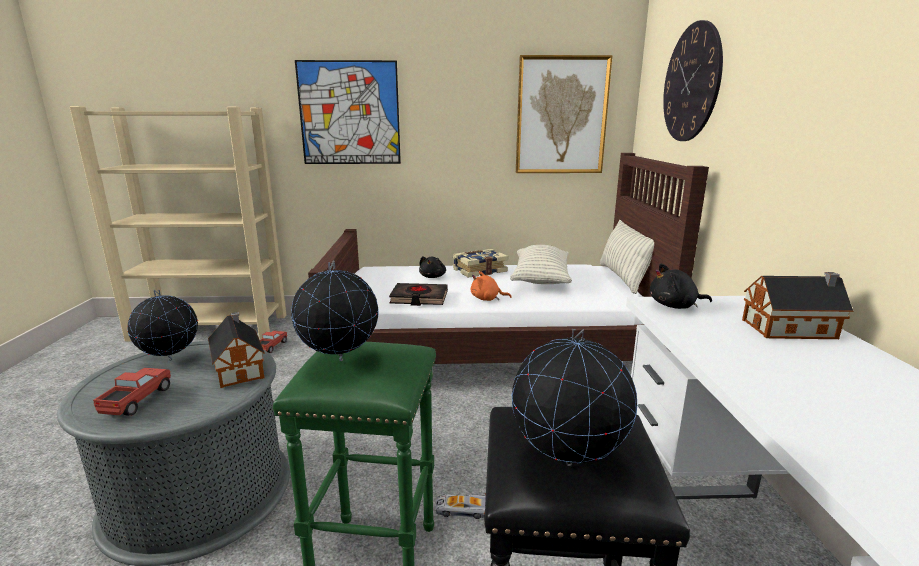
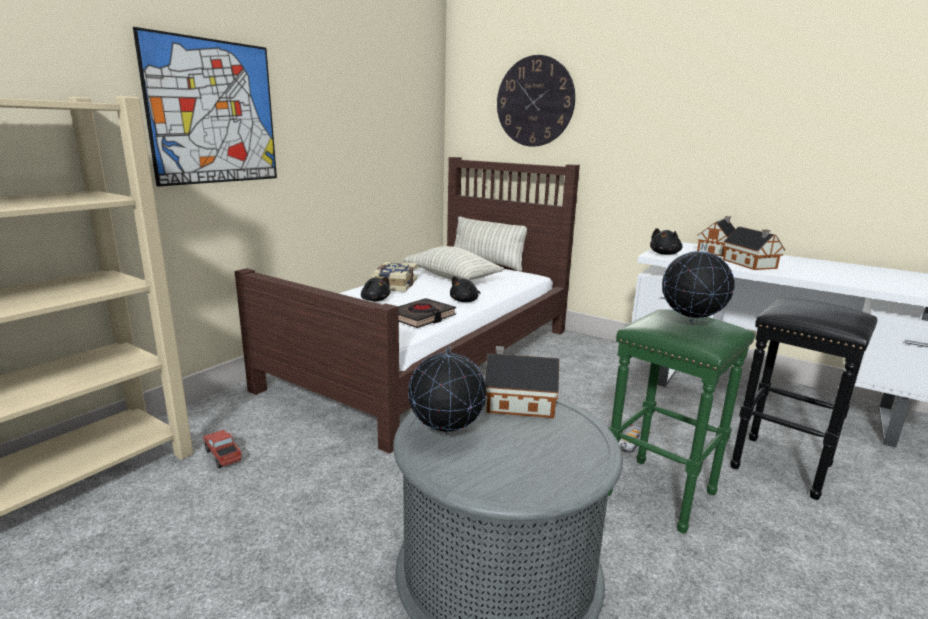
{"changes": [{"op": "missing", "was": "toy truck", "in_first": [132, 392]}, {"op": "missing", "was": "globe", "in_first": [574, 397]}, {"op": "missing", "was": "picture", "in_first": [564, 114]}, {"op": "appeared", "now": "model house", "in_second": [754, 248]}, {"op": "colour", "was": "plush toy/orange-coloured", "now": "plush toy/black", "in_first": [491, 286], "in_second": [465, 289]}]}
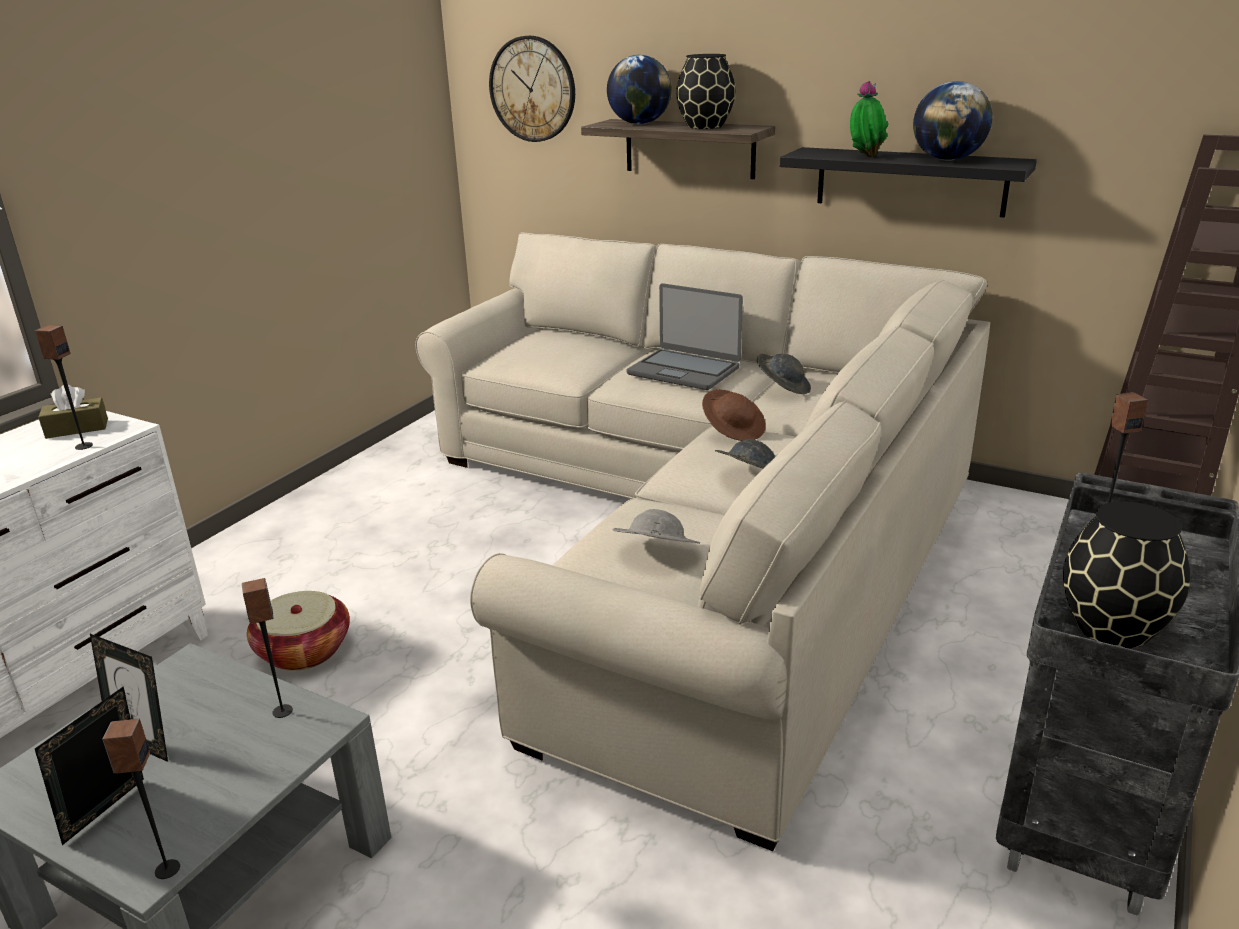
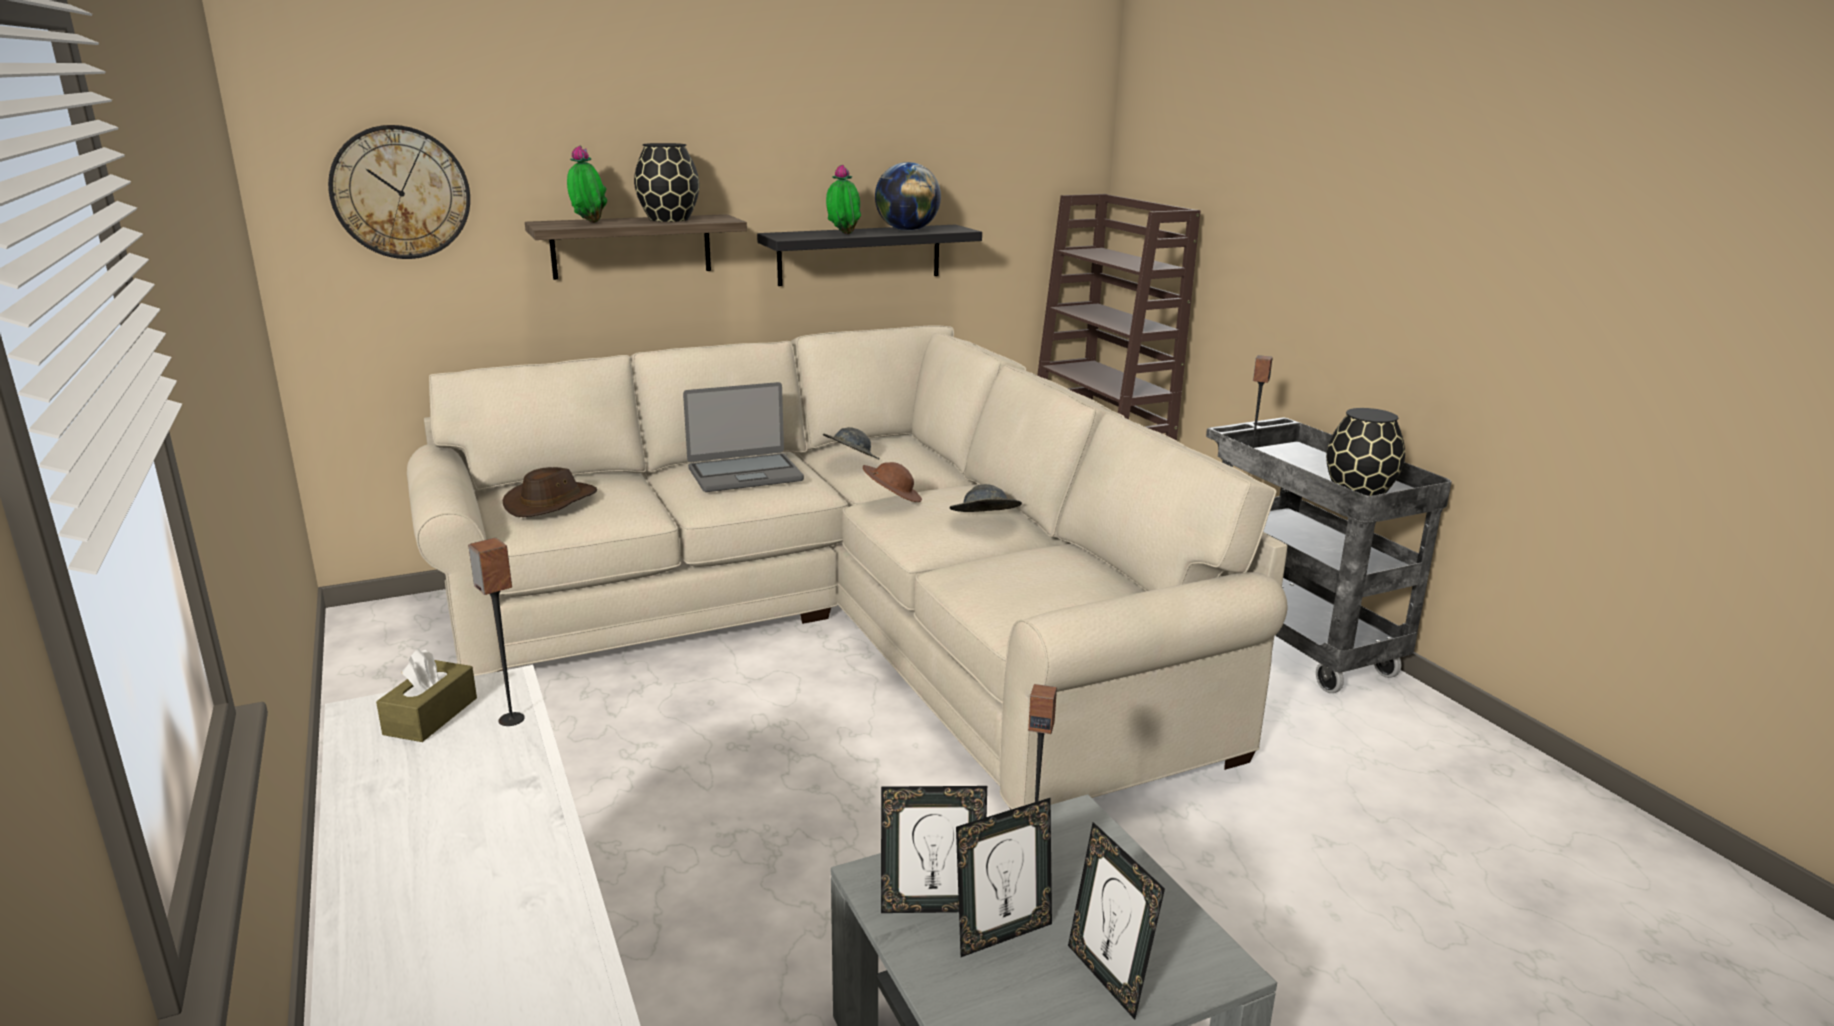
{"changes": [{"op": "missing", "was": "speaker", "in_first": [141, 799]}, {"op": "missing", "was": "household basket", "in_first": [298, 631]}, {"op": "missing", "was": "hat/greyish", "in_first": [656, 526]}, {"op": "appeared", "now": "hat/brown", "in_second": [549, 492]}, {"op": "appeared", "now": "picture frame", "in_second": [934, 849]}, {"op": "exchanged", "was": "globe", "now": "houseplant", "in_first": [639, 89], "in_second": [587, 184]}]}
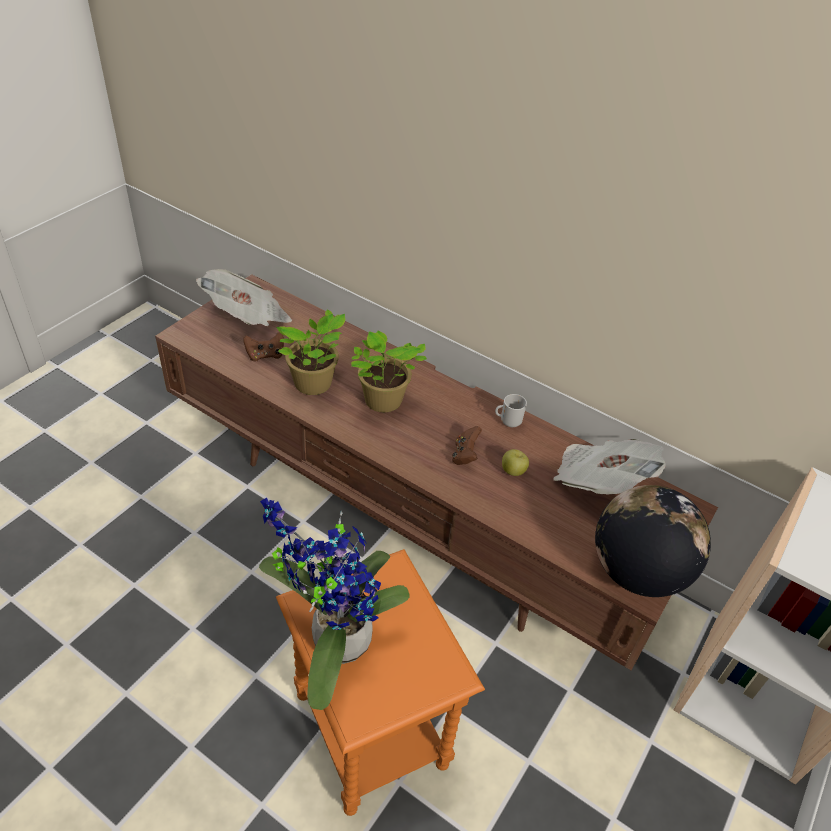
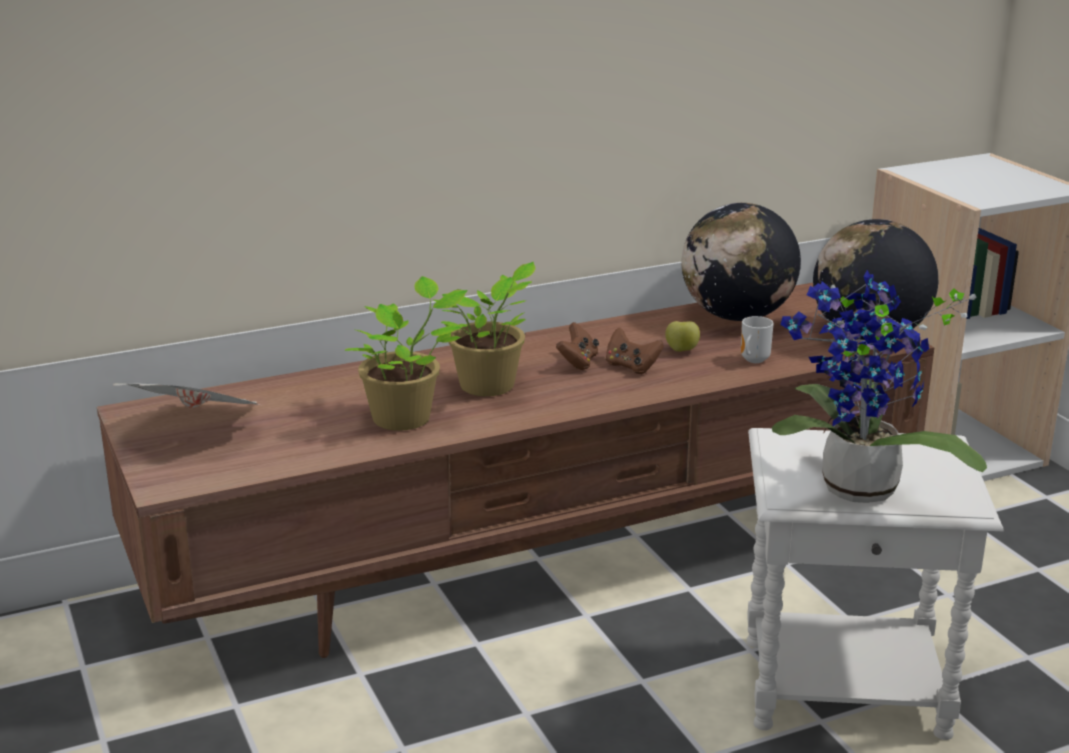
{"changes": [{"op": "relocated", "was": "gamepad/brown", "in_first": [263, 347], "in_second": [577, 346]}, {"op": "relocated", "was": "coffee mug", "in_first": [511, 410], "in_second": [757, 339]}, {"op": "exchanged", "was": "daily paper", "now": "globe", "in_first": [609, 467], "in_second": [741, 262]}, {"op": "colour", "was": "end table/orange-coloured", "now": "end table/whitish", "in_first": [380, 682], "in_second": [875, 584]}]}
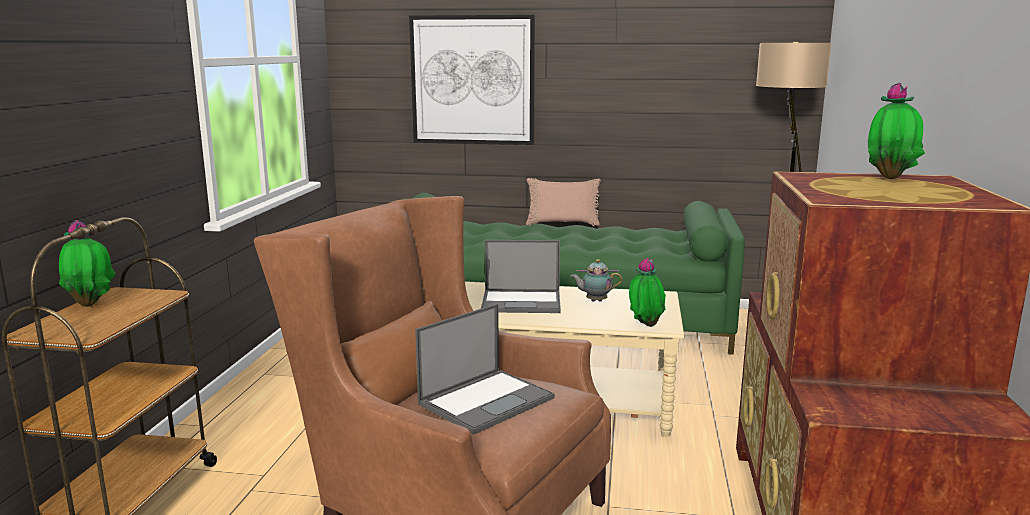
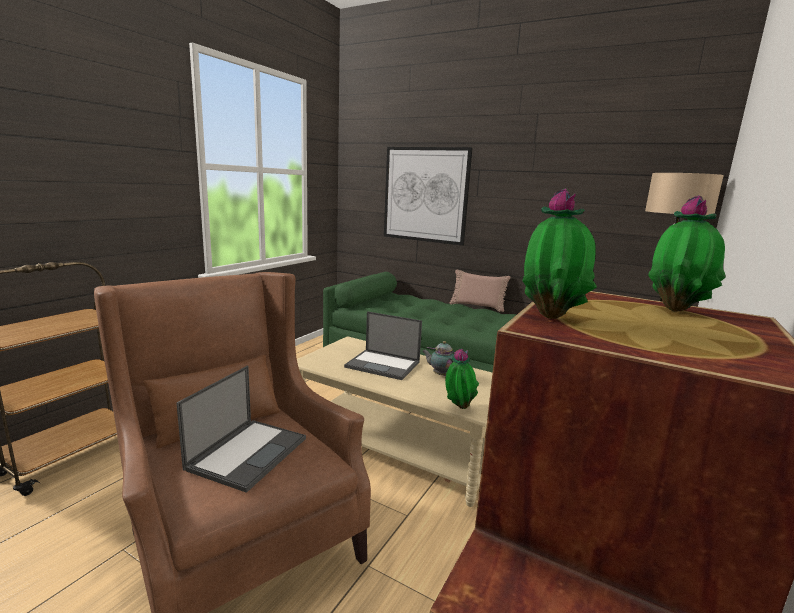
{"changes": [{"op": "relocated", "was": "houseplant", "in_first": [87, 263], "in_second": [560, 253]}, {"op": "spun", "was": "portable computer", "in_first": [484, 369], "in_second": [241, 429], "clockwise": -45}]}
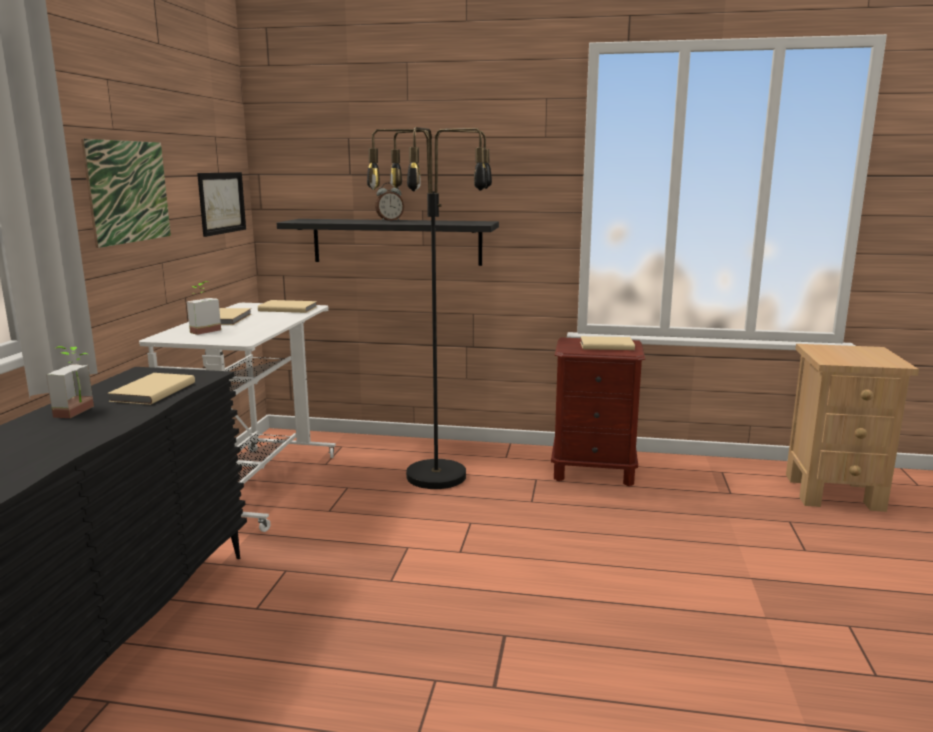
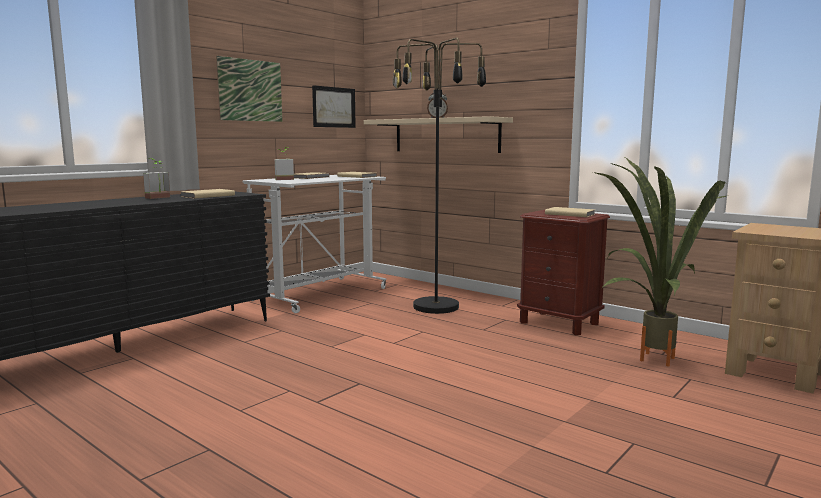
{"changes": [{"op": "appeared", "now": "houseplant", "in_second": [661, 262]}, {"op": "colour", "was": "bracket shelf/black", "now": "bracket shelf/beige", "in_first": [388, 242], "in_second": [438, 134]}]}
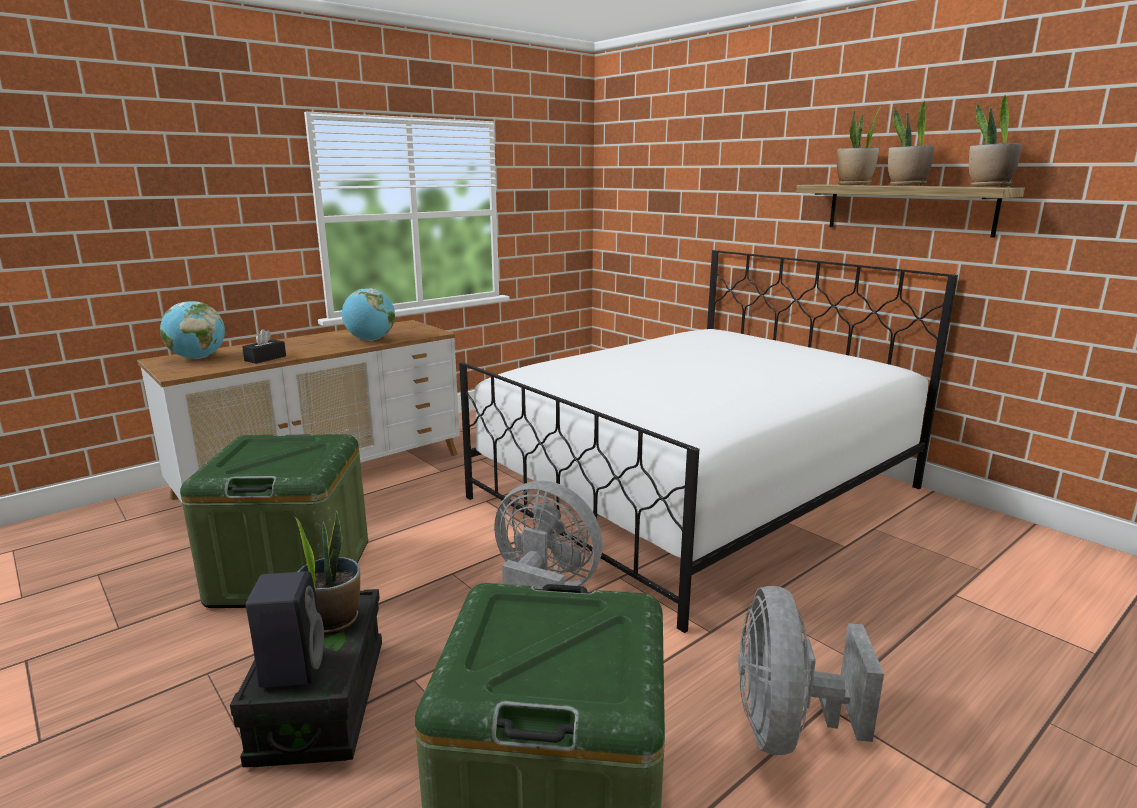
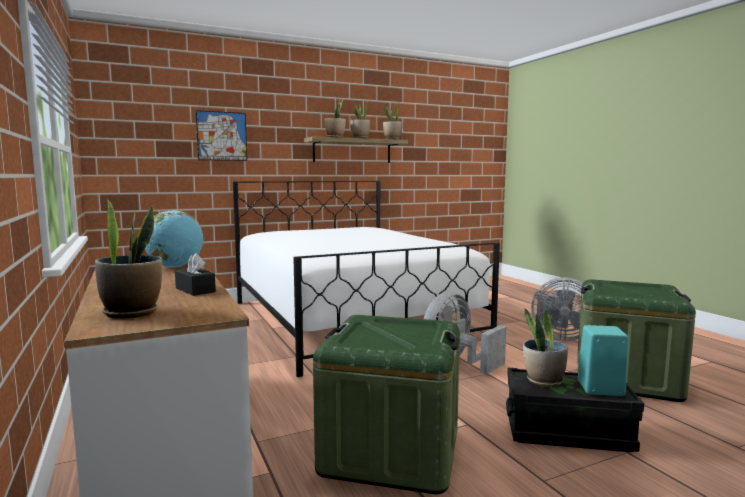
{"changes": [{"op": "appeared", "now": "picture", "in_second": [221, 135]}, {"op": "exchanged", "was": "globe", "now": "houseplant", "in_first": [192, 330], "in_second": [128, 259]}, {"op": "colour", "was": "speaker/black", "now": "speaker/turquoise", "in_first": [285, 629], "in_second": [603, 360]}]}
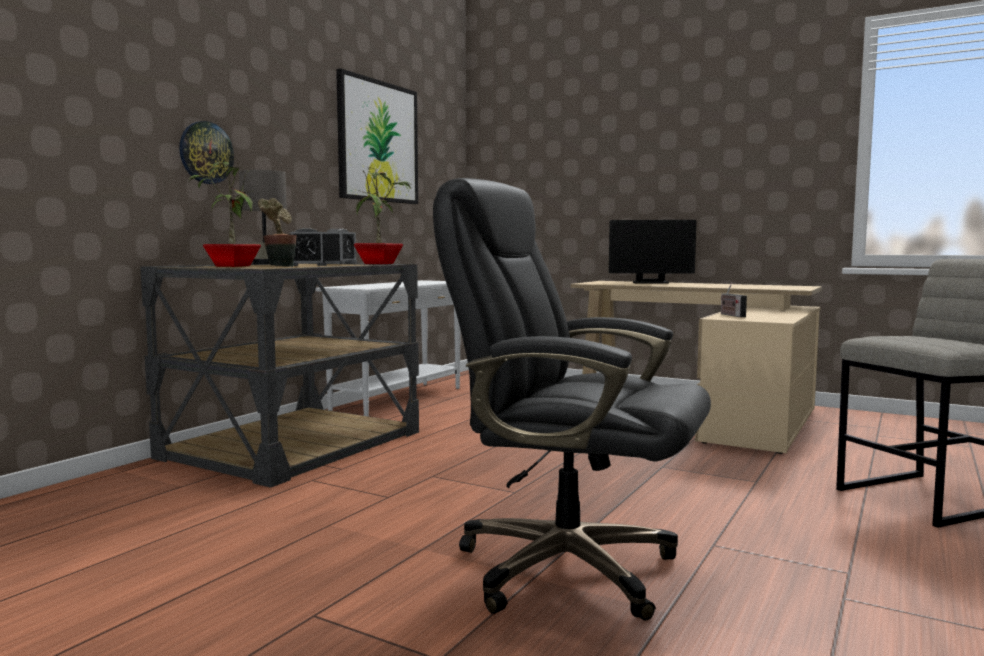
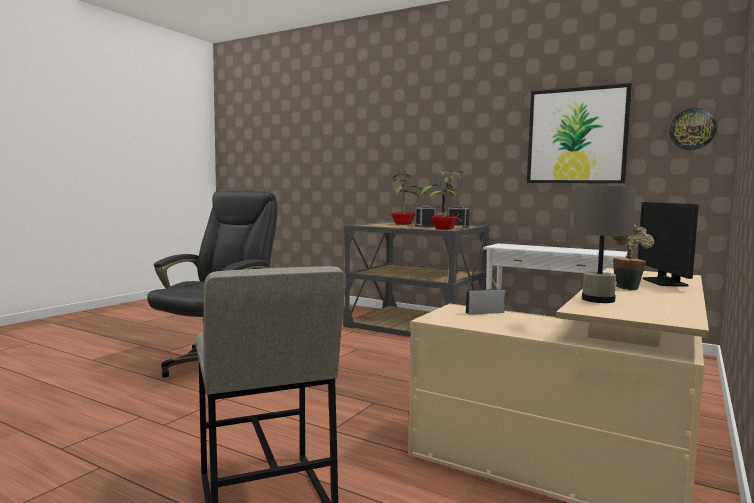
{"changes": [{"op": "appeared", "now": "lamp for a table/greyish", "in_second": [604, 244]}, {"op": "relocated", "was": "wall clock", "in_first": [206, 152], "in_second": [693, 129]}, {"op": "relocated", "was": "houseplant", "in_first": [277, 232], "in_second": [633, 257]}]}
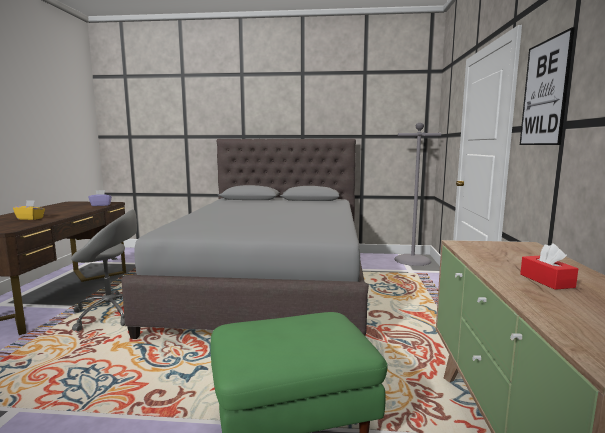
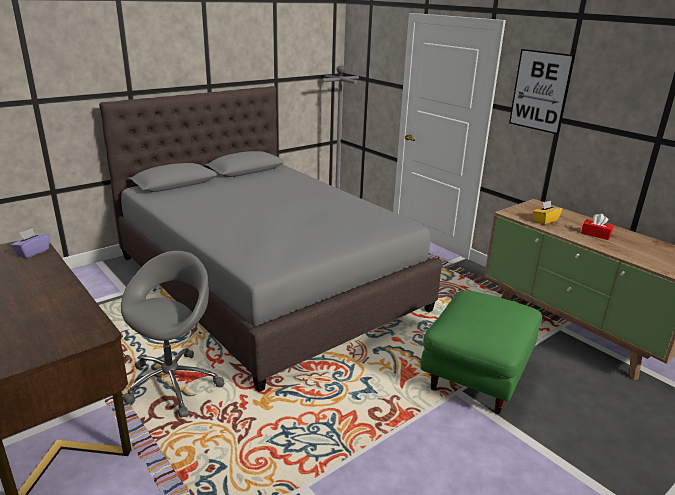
{"changes": [{"op": "relocated", "was": "tissue box/yellowish", "in_first": [29, 210], "in_second": [547, 212]}]}
